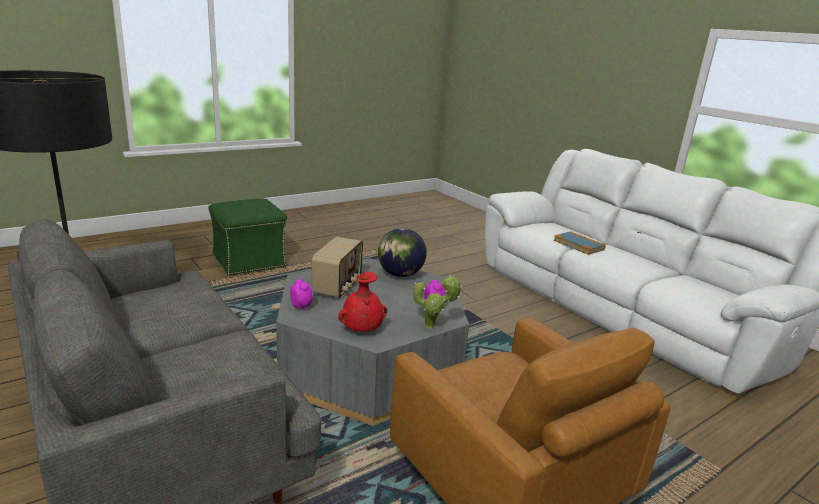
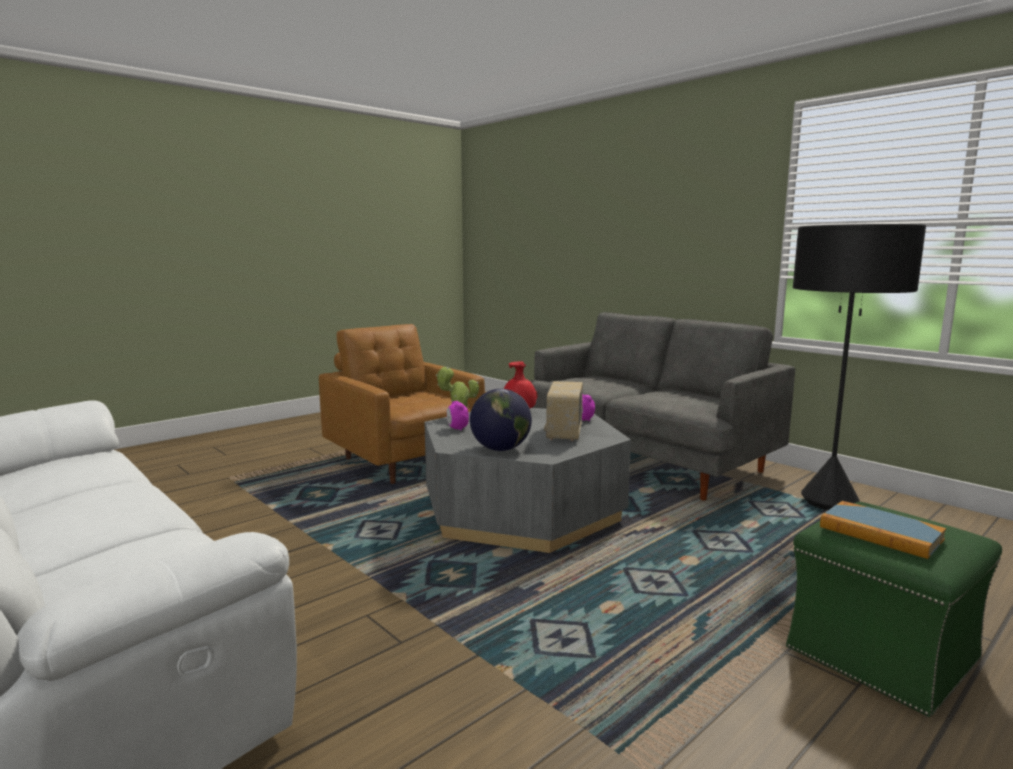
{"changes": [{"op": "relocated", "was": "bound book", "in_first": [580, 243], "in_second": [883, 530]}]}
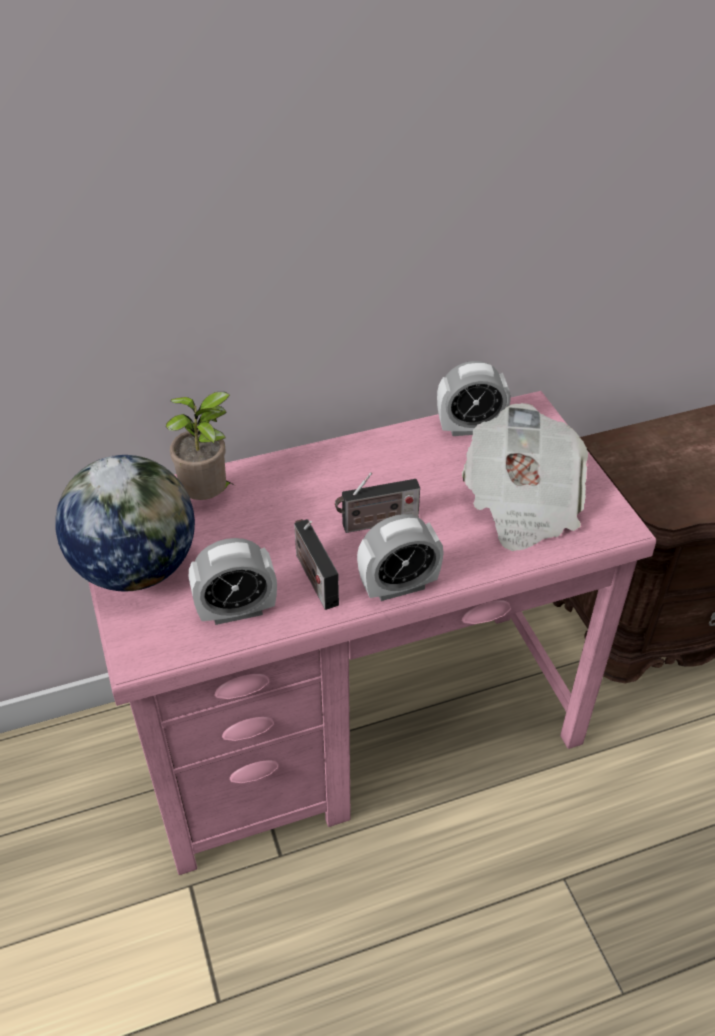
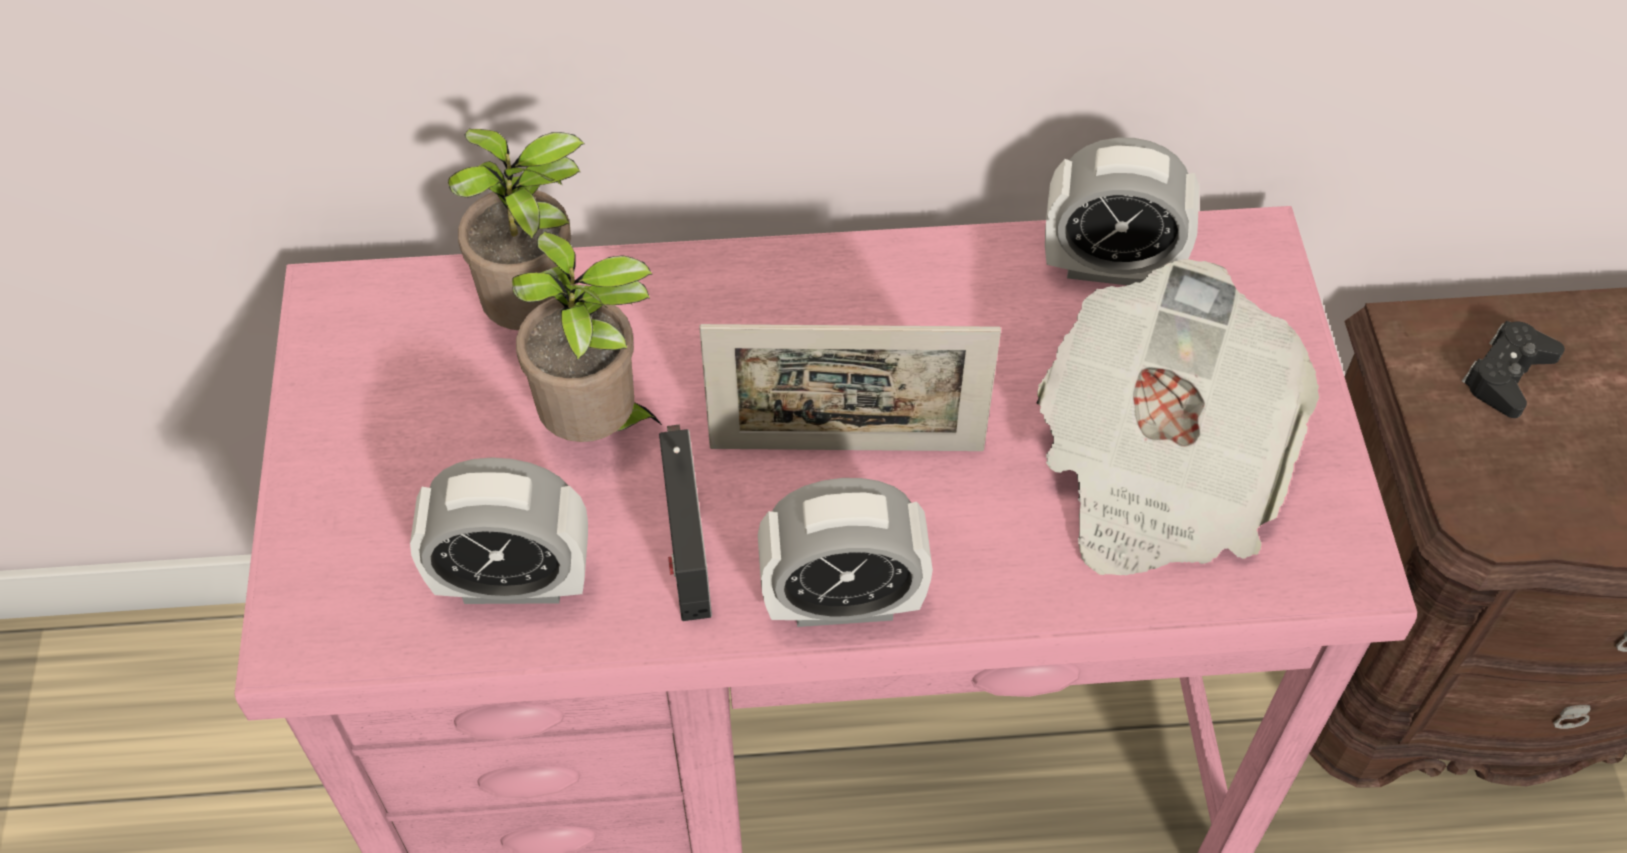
{"changes": [{"op": "missing", "was": "globe", "in_first": [125, 523]}, {"op": "appeared", "now": "houseplant", "in_second": [587, 336]}, {"op": "appeared", "now": "gamepad/black", "in_second": [1513, 369]}, {"op": "exchanged", "was": "radio", "now": "picture frame", "in_first": [377, 502], "in_second": [850, 387]}]}
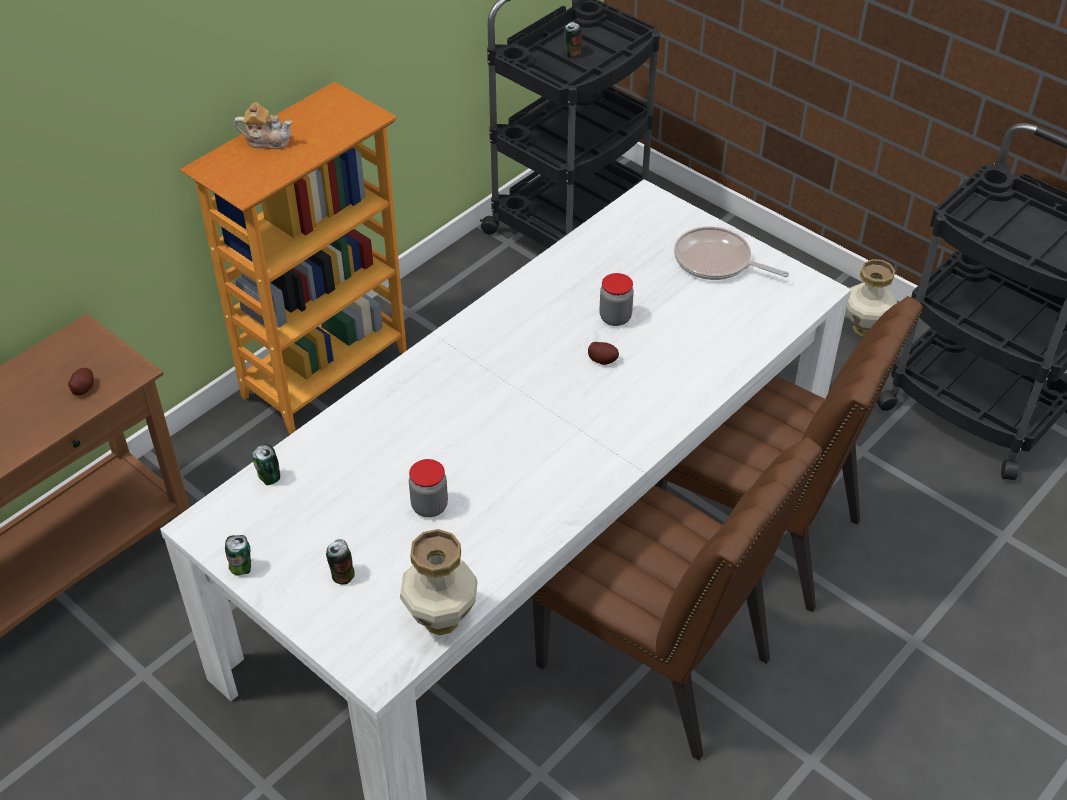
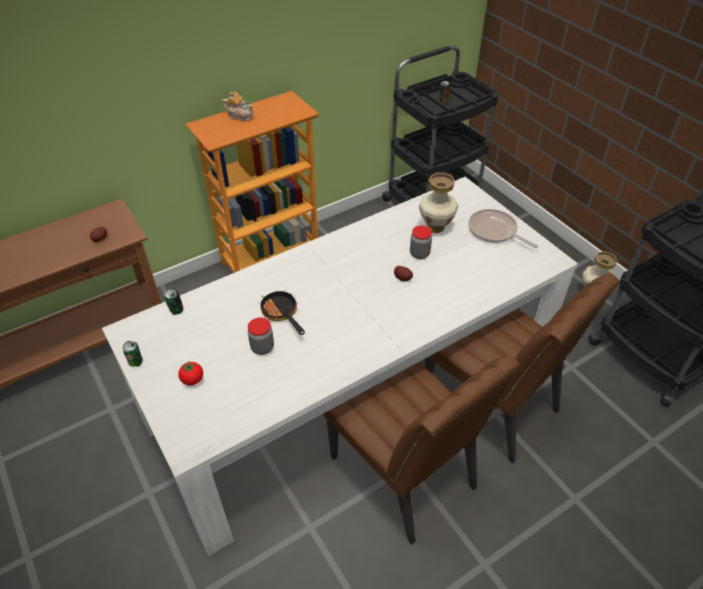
{"changes": [{"op": "appeared", "now": "frying pan", "in_second": [281, 313]}, {"op": "relocated", "was": "vase", "in_first": [439, 582], "in_second": [438, 203]}, {"op": "exchanged", "was": "can", "now": "fresh tomato", "in_first": [340, 562], "in_second": [190, 373]}]}
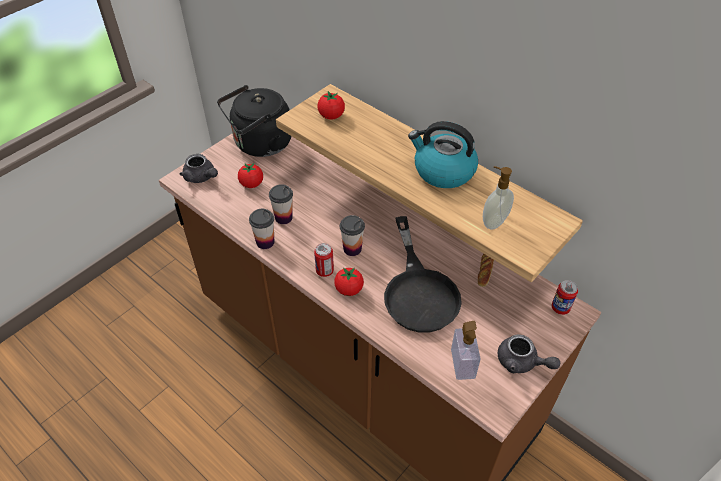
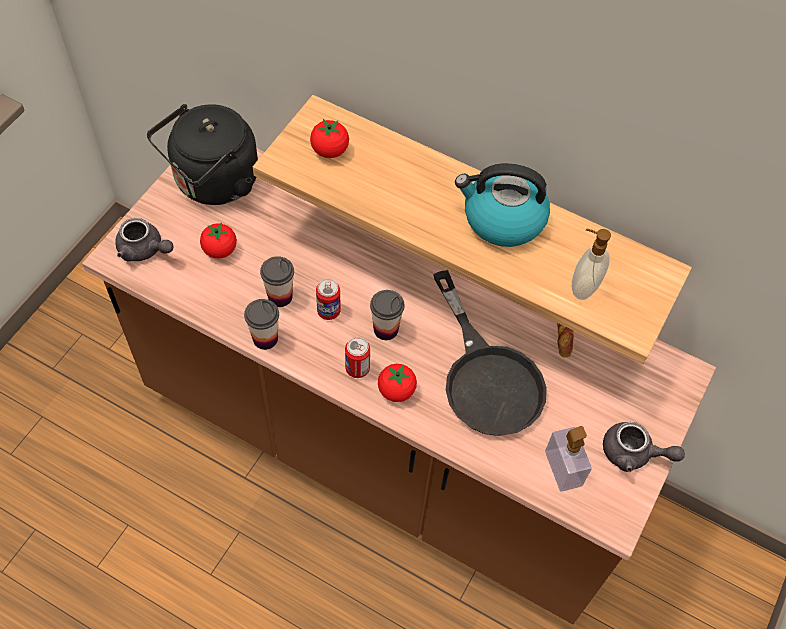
{"changes": [{"op": "relocated", "was": "can", "in_first": [565, 297], "in_second": [328, 299]}]}
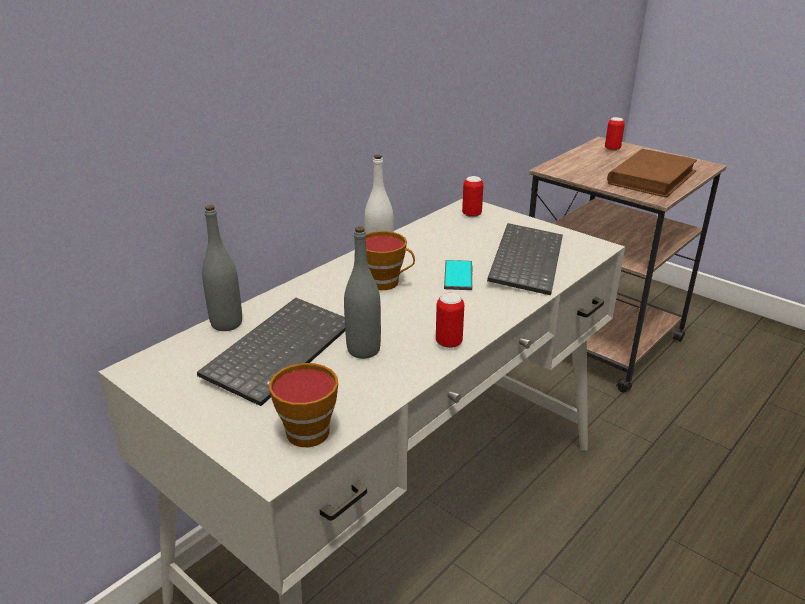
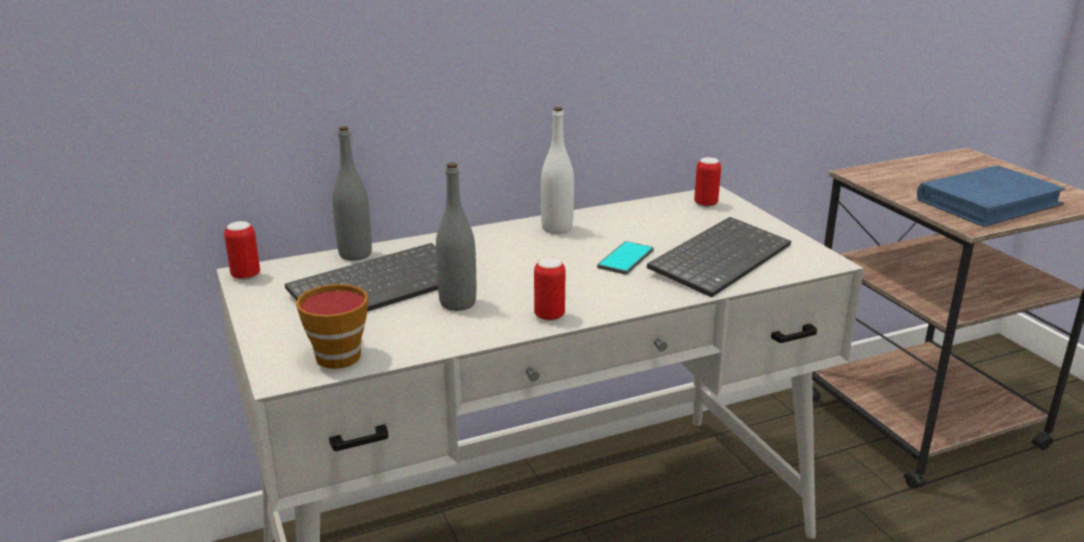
{"changes": [{"op": "missing", "was": "drinking cup", "in_first": [390, 260]}, {"op": "relocated", "was": "can", "in_first": [615, 134], "in_second": [242, 250]}, {"op": "colour", "was": "bound book/brown", "now": "bound book/bluish", "in_first": [652, 173], "in_second": [991, 196]}]}
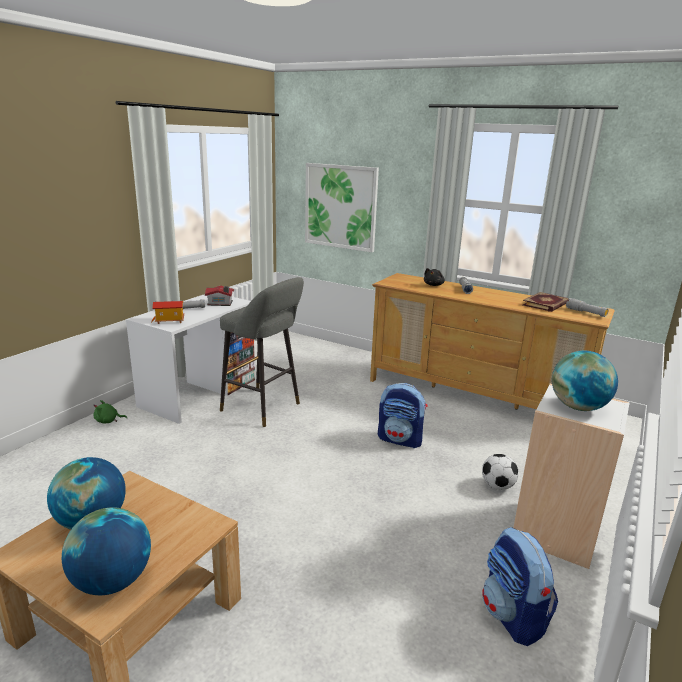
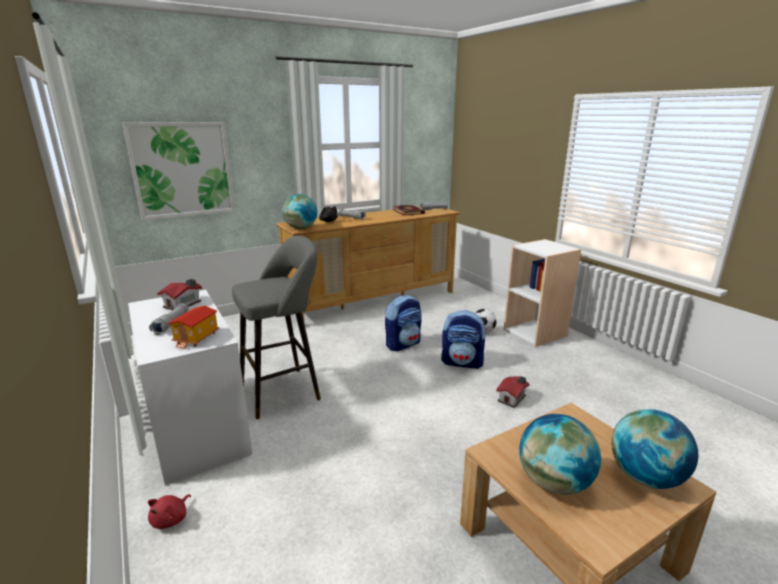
{"changes": [{"op": "appeared", "now": "model house", "in_second": [513, 392]}, {"op": "relocated", "was": "knapsack", "in_first": [520, 586], "in_second": [464, 339]}, {"op": "relocated", "was": "globe", "in_first": [585, 381], "in_second": [299, 211]}, {"op": "colour", "was": "plush toy/green", "now": "plush toy/red", "in_first": [111, 411], "in_second": [169, 511]}]}
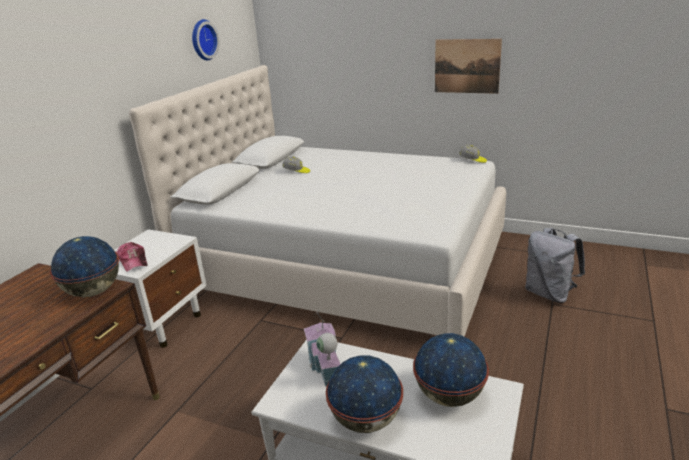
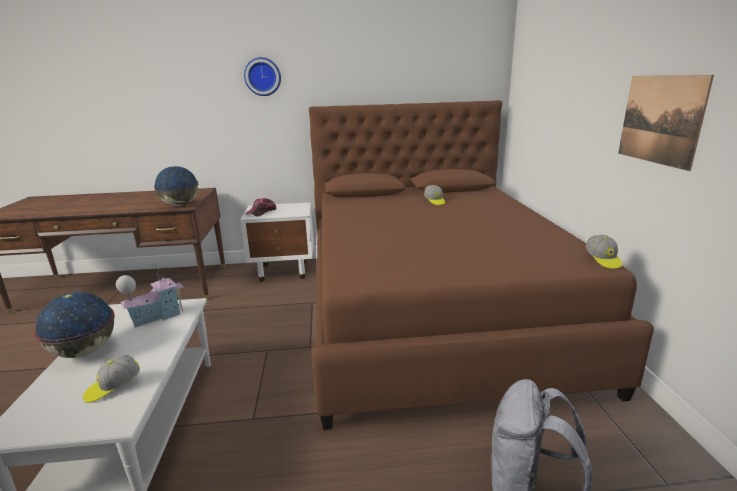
{"changes": [{"op": "relocated", "was": "wall clock", "in_first": [205, 39], "in_second": [262, 76]}, {"op": "exchanged", "was": "globe", "now": "cap", "in_first": [451, 370], "in_second": [111, 379]}, {"op": "colour", "was": "bedroom bed/whitish", "now": "bedroom bed/brown", "in_first": [317, 201], "in_second": [481, 265]}]}
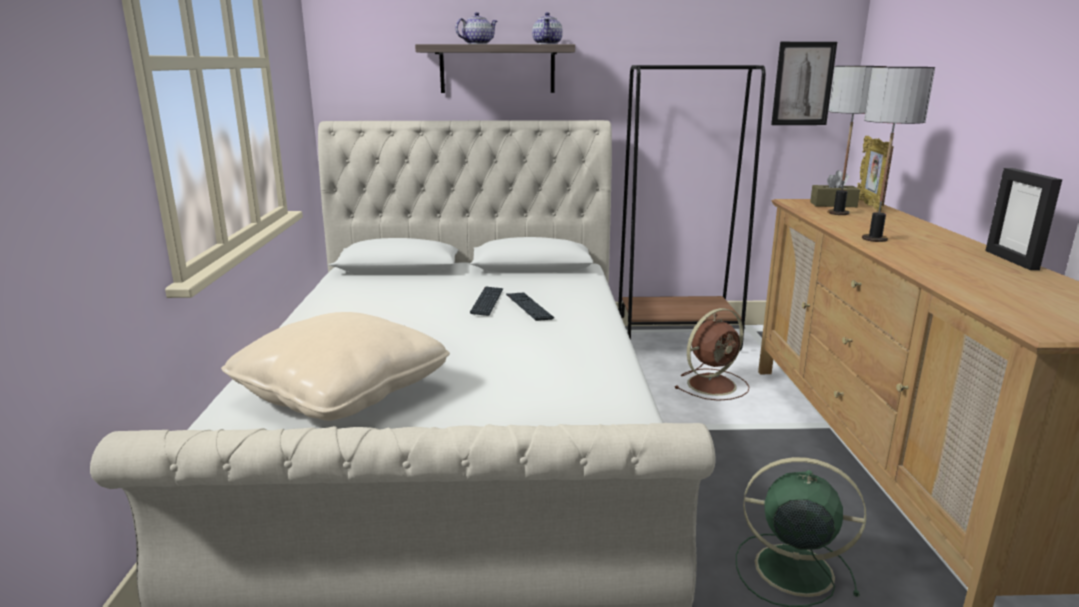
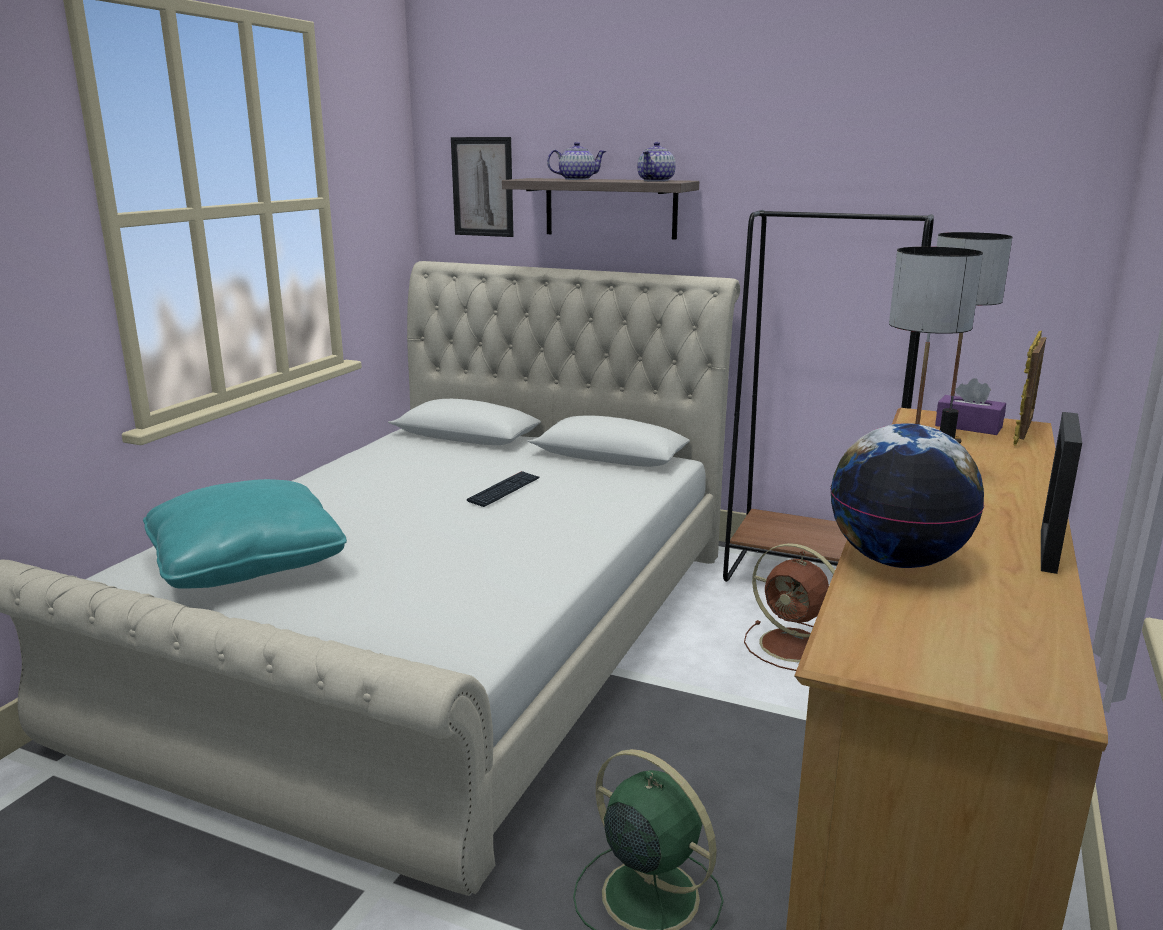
{"changes": [{"op": "missing", "was": "keyboard", "in_first": [530, 307]}, {"op": "appeared", "now": "globe", "in_second": [907, 496]}, {"op": "relocated", "was": "picture", "in_first": [804, 83], "in_second": [482, 187]}, {"op": "colour", "was": "cushion/beige", "now": "cushion/turquoise", "in_first": [335, 366], "in_second": [245, 534]}, {"op": "colour", "was": "tissue box/brown", "now": "tissue box/purple-coloured", "in_first": [835, 188], "in_second": [970, 406]}, {"op": "spun", "was": "electric fan/brown", "in_first": [712, 354], "in_second": [789, 607], "clockwise": 45}]}
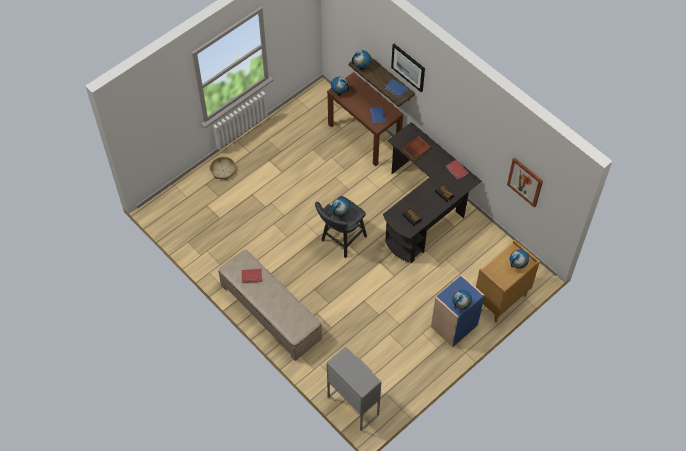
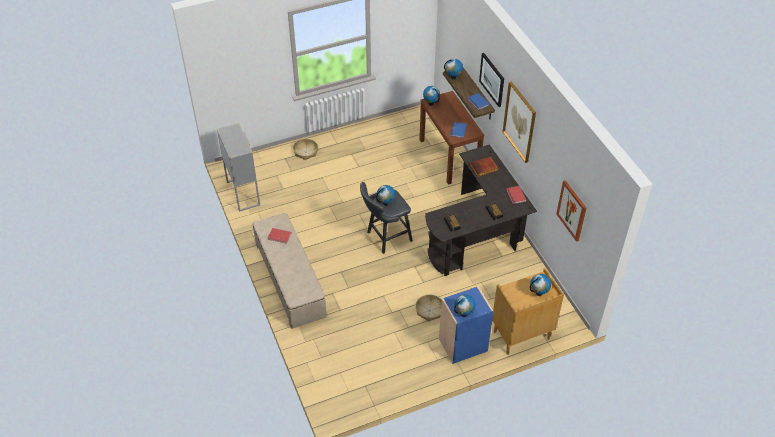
{"changes": [{"op": "appeared", "now": "household basket", "in_second": [428, 308]}, {"op": "appeared", "now": "picture", "in_second": [519, 122]}, {"op": "relocated", "was": "storage cabinet/greyish", "in_first": [354, 389], "in_second": [238, 167]}]}
